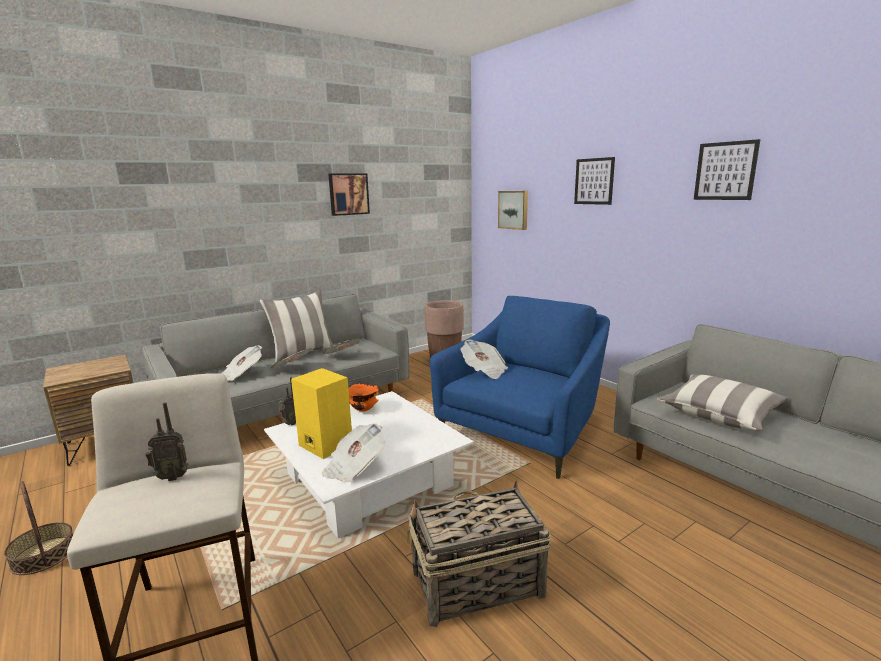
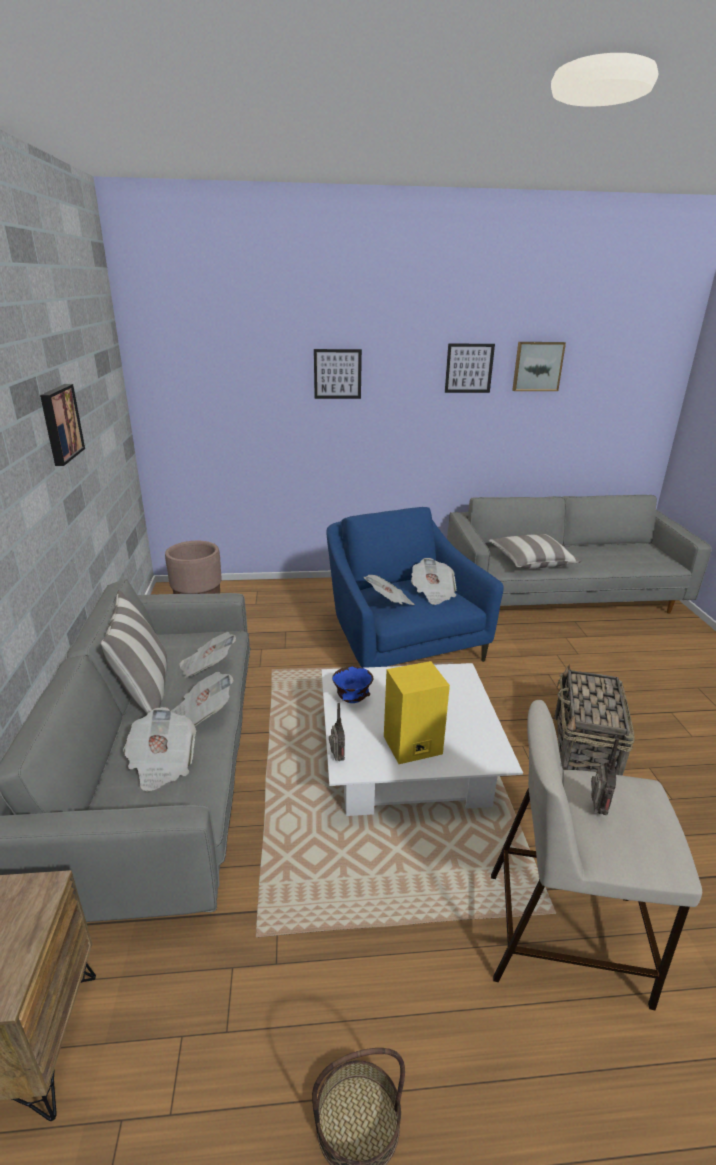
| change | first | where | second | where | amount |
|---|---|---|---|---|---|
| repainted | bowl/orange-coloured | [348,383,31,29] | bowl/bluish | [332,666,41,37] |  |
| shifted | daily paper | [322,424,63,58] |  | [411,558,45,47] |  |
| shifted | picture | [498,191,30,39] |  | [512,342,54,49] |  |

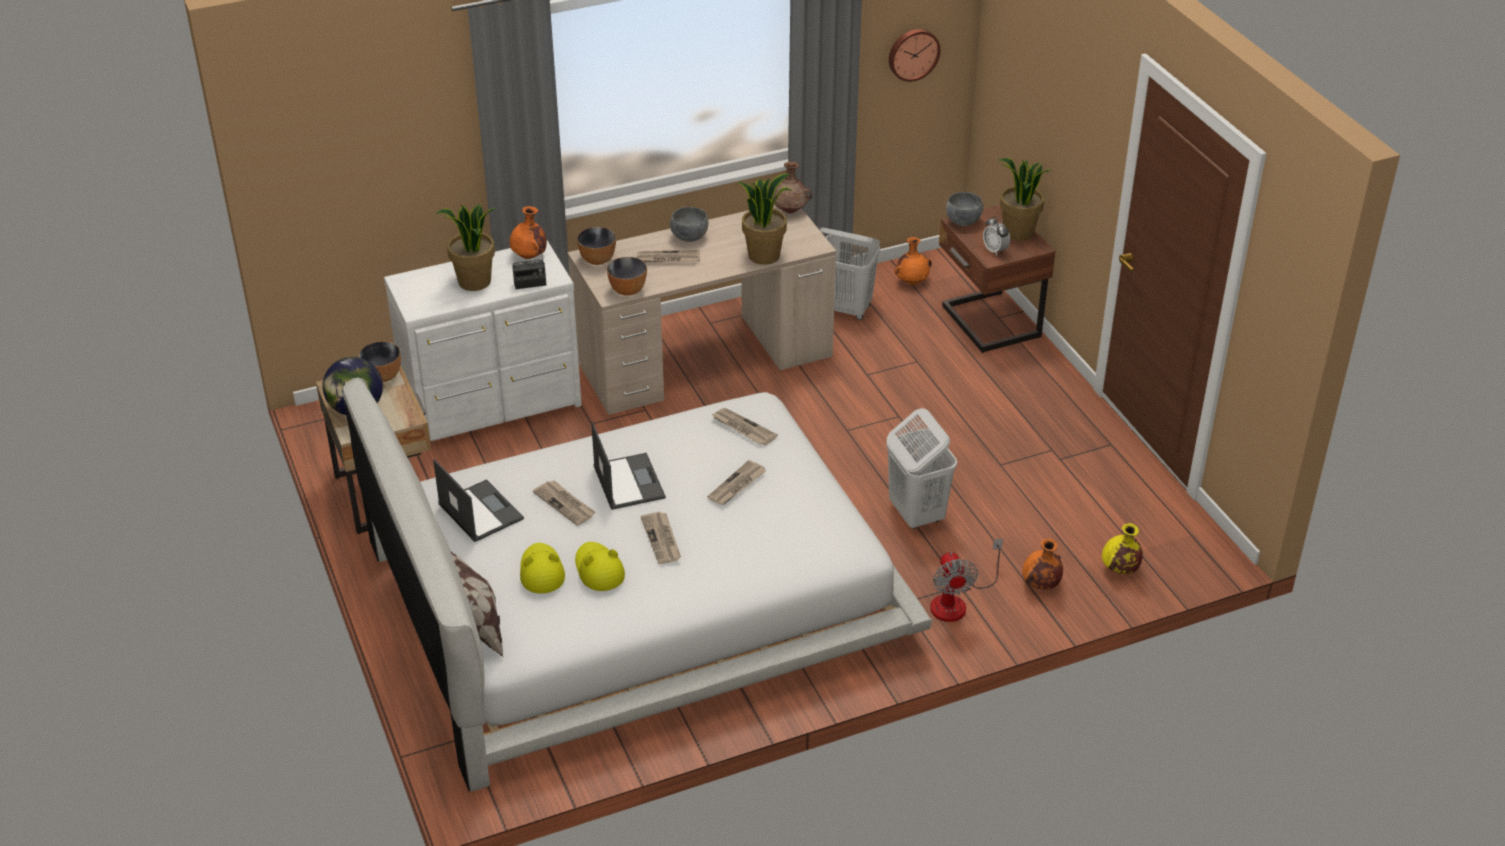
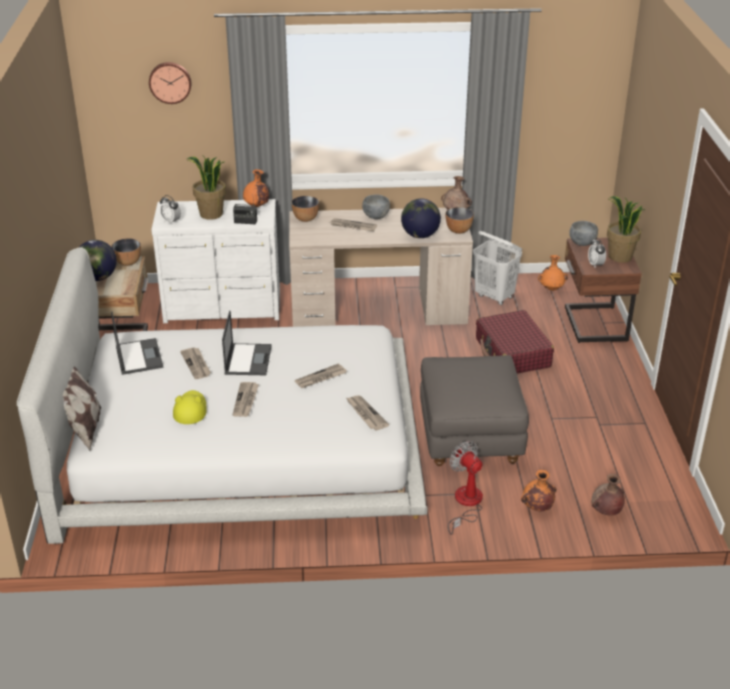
| change | first | where | second | where | amount |
|---|---|---|---|---|---|
| shifted | clock on the wall | [889,29,51,53] |  | [149,62,42,42] |  |
| new |  |  | alarm clock | [160,195,21,29] |  |
| shifted | daily paper | [712,408,66,37] |  | [346,395,43,35] |  |
| swapped | plant in a pot | [737,173,57,92] | desk globe | [401,198,40,40] |  |
| swapped | hamper/whitish | [887,408,70,121] | pouffe/gray | [420,355,109,111] |  |
| shifted | bowl | [607,257,40,39] |  | [446,207,28,27] |  |
| rotated | cooling fan | [930,538,73,84] |  | [448,441,35,94] | 135 degrees clockwise |
| new |  |  | suitcase/reddish | [476,310,78,64] |  |
| repainted | decorative vase/yellow | [1102,523,41,51] | decorative vase/brownish | [591,474,34,42] |  |
| gone | clothing hat/yellow | [520,543,45,51] |  |  |  |

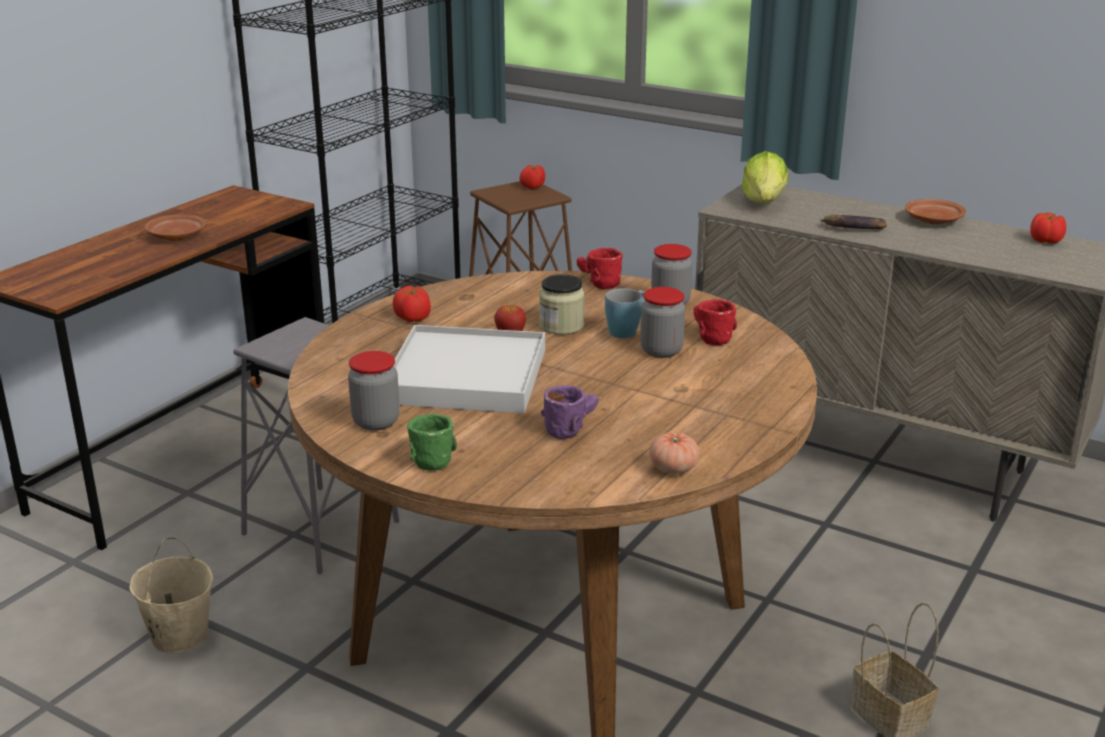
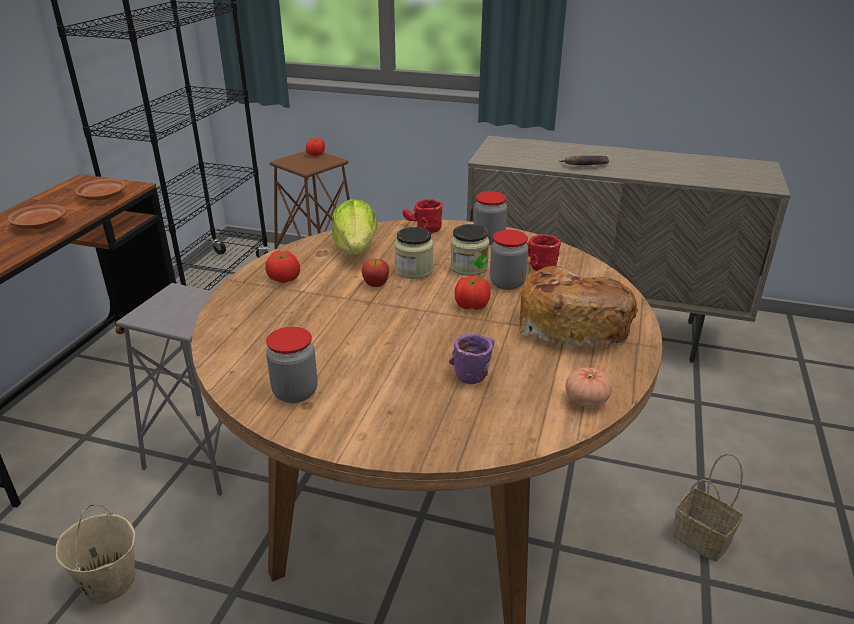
| change | first | where | second | where | amount |
|---|---|---|---|---|---|
| shifted | plate/brownish | [905,199,61,25] |  | [75,178,51,22] |  |
| shifted | lettuce | [742,151,47,52] |  | [332,199,45,56] |  |
| swapped | tea mug/bluish | [605,288,40,50] | jar | [450,224,39,52] |  |
| shifted | fresh tomato | [1030,212,36,32] |  | [455,276,36,34] |  |
| new |  |  | bread | [518,266,120,84] |  |
| gone | serving tray/whitish | [394,325,151,88] |  |  |  |
| gone | tea mug/greenish | [407,414,50,57] |  |  |  |

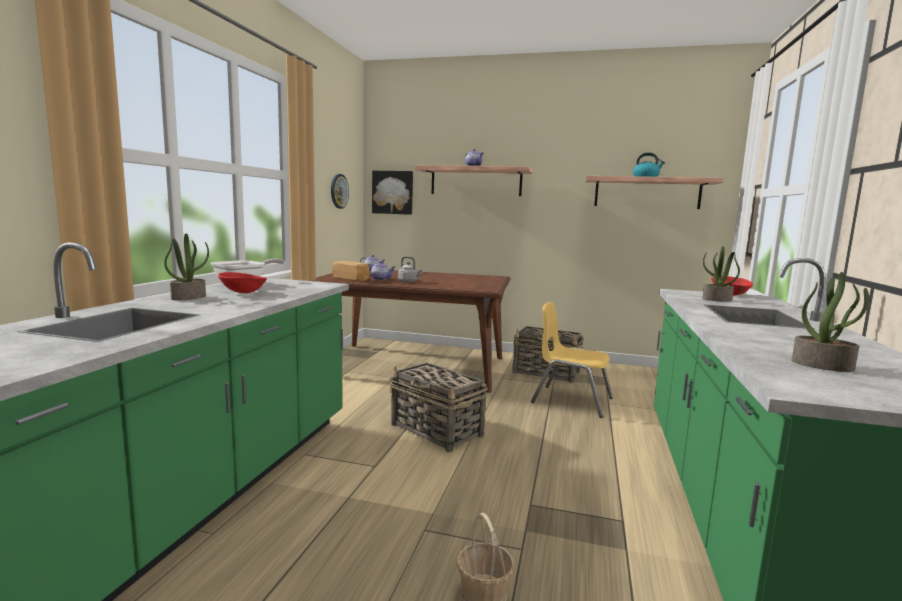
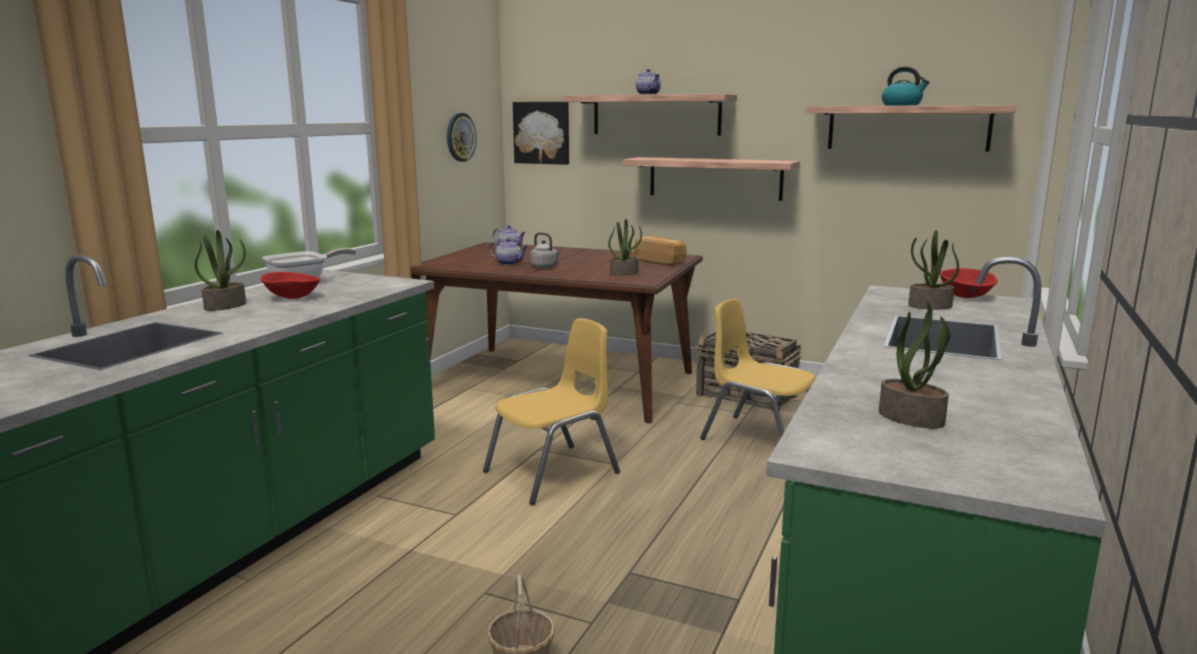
| change | first | where | second | where | amount |
|---|---|---|---|---|---|
| swapped | basket | [389,362,99,90] | chair/yellow | [483,318,137,187] |  |
| new |  |  | plant in a pot | [608,219,34,57] |  |
| new |  |  | wall shelf | [623,157,177,44] |  |
| shifted | bread | [332,261,38,21] |  | [634,237,53,29] |  |

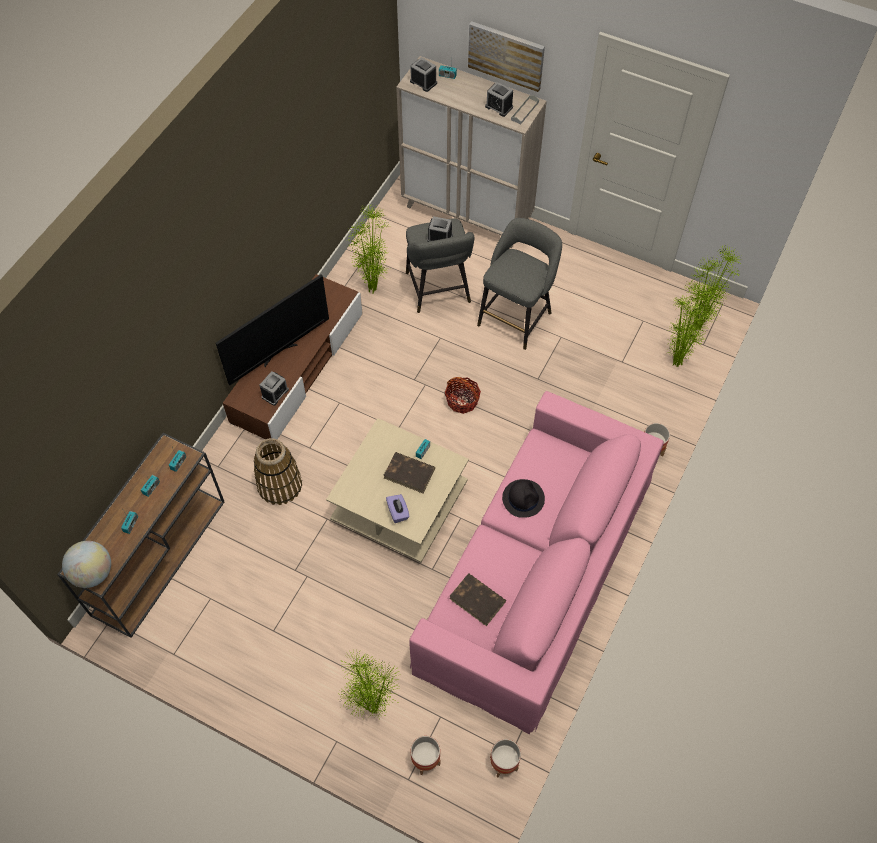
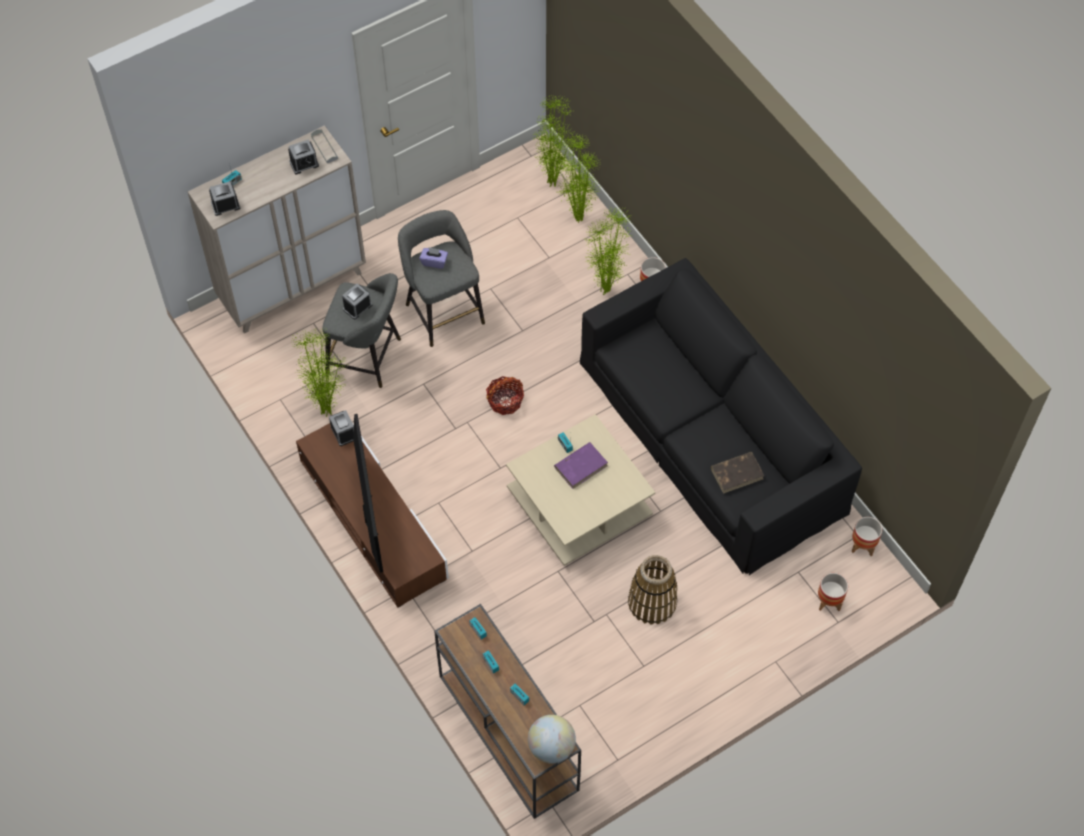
| change | first | where | second | where | amount |
|---|---|---|---|---|---|
| shifted | alarm clock | [260,371,29,35] |  | [329,410,25,36] |  |
| shifted | tissue box/purple | [386,494,24,29] |  | [419,247,29,22] |  |
| repainted | bound book/brownish | [384,452,51,41] | bound book/purple | [554,442,54,47] |  |
| repainted | couch/pinkish | [409,391,255,343] | couch/black-coloured | [580,258,282,317] |  |
| shifted | plant in a pot | [338,650,61,69] |  | [585,206,46,89] |  |
| shifted | basket | [254,438,48,67] |  | [628,555,49,70] |  |
| gone | picture | [468,21,77,71] |  |  |  |
| gone | clothing hat/black-coloured | [502,479,43,39] |  |  |  |

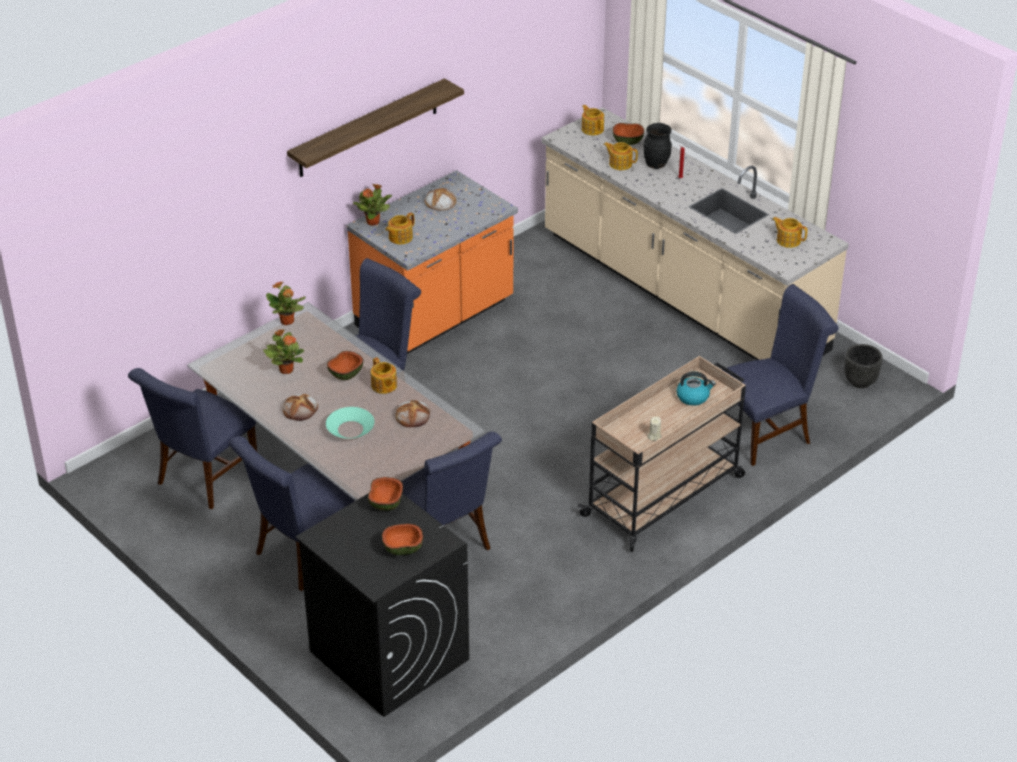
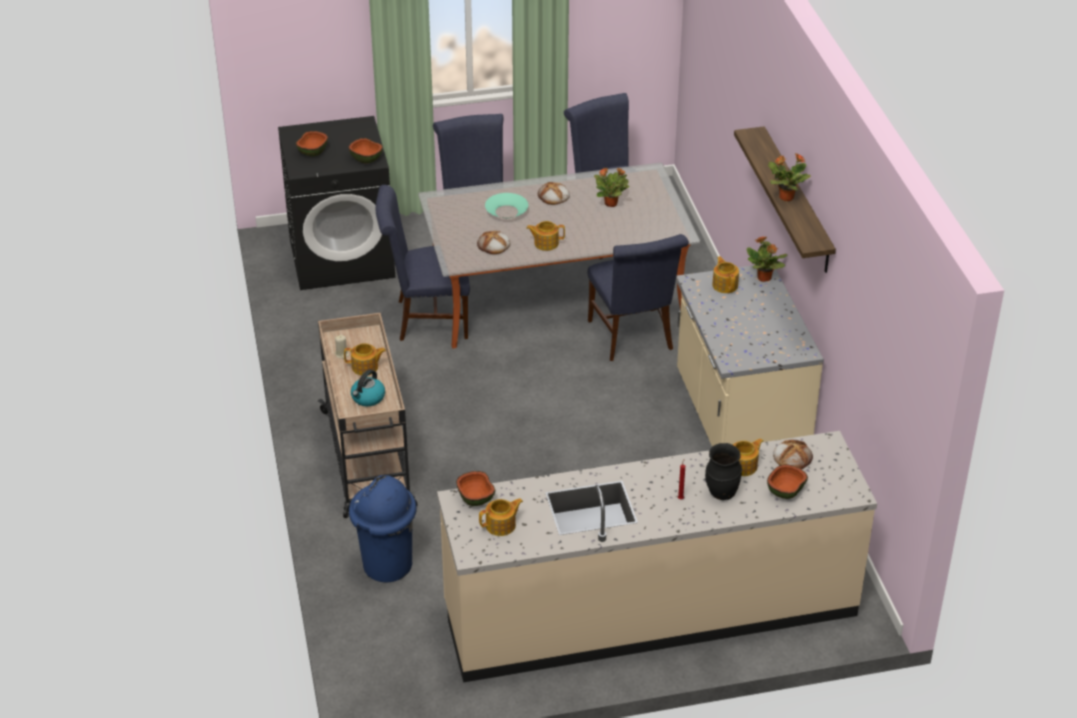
| change | first | where | second | where | amount |
|---|---|---|---|---|---|
| shifted | pot for tea | [582,105,22,30] |  | [344,343,42,32] |  |
| swapped | chair/bluish | [722,284,117,182] | waste bin/bluish | [349,475,68,108] |  |
| shifted | bowl | [327,351,36,29] |  | [456,471,39,35] |  |
| repainted | kitchen base unit/orange-coloured | [346,170,172,184] | kitchen base unit/beige | [676,265,148,181] |  |
| shifted | plant in a pot | [266,281,40,44] |  | [768,154,43,47] |  |
| shifted | bread | [425,188,31,23] |  | [773,439,40,30] |  |
| gone | flower pot/black-coloured | [844,344,38,44] |  |  |  |

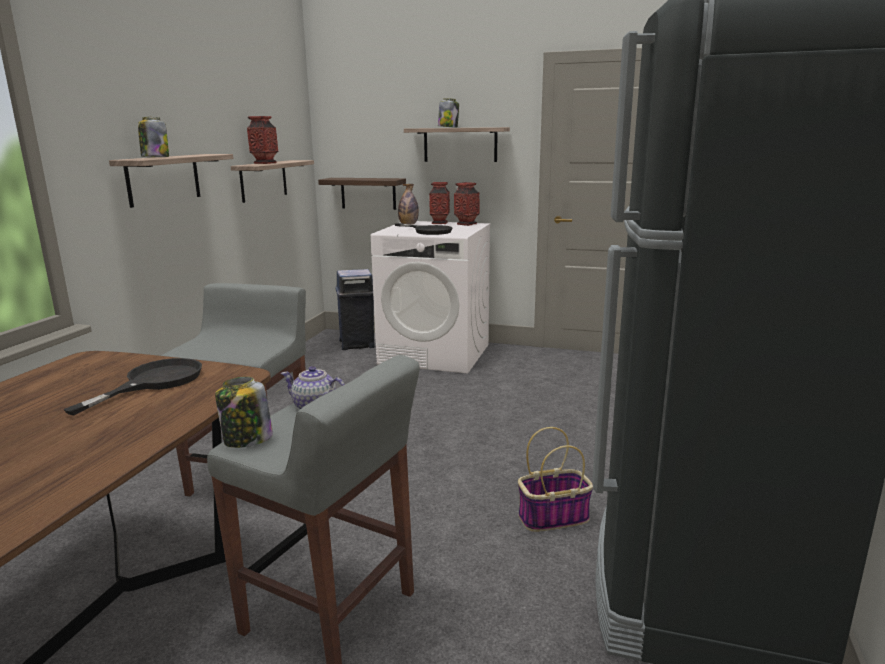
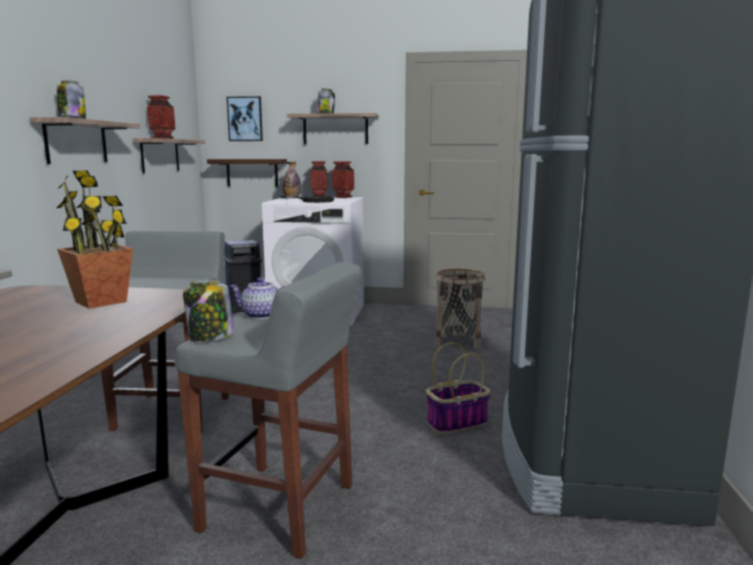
| change | first | where | second | where | amount |
|---|---|---|---|---|---|
| swapped | pan/black-coloured | [63,358,139,57] | plant in a pot | [56,170,77,139] |  |
| new |  |  | picture | [227,96,36,45] |  |
| new |  |  | basket | [435,269,50,80] |  |

